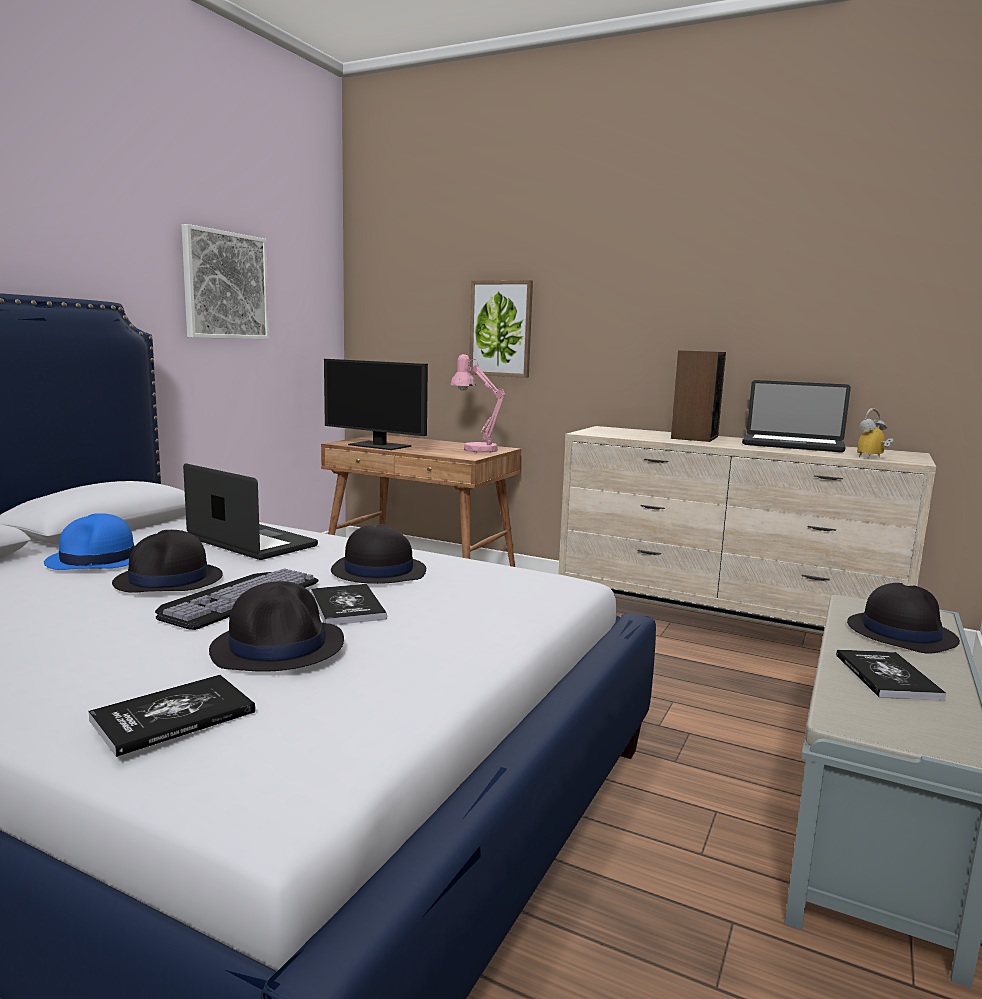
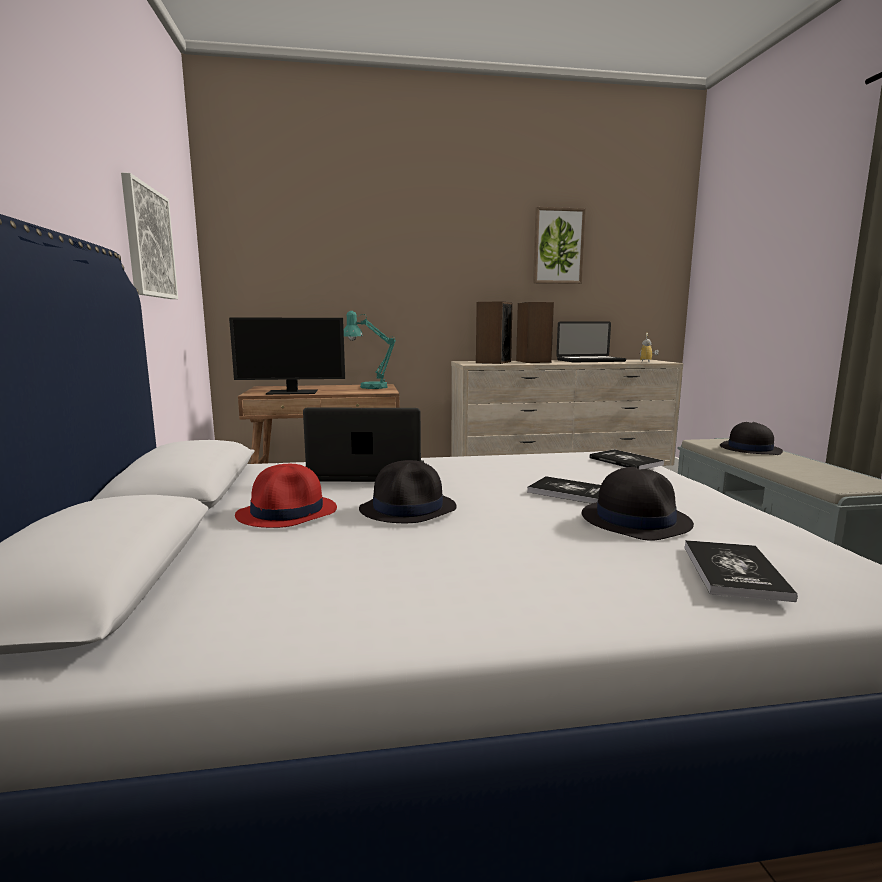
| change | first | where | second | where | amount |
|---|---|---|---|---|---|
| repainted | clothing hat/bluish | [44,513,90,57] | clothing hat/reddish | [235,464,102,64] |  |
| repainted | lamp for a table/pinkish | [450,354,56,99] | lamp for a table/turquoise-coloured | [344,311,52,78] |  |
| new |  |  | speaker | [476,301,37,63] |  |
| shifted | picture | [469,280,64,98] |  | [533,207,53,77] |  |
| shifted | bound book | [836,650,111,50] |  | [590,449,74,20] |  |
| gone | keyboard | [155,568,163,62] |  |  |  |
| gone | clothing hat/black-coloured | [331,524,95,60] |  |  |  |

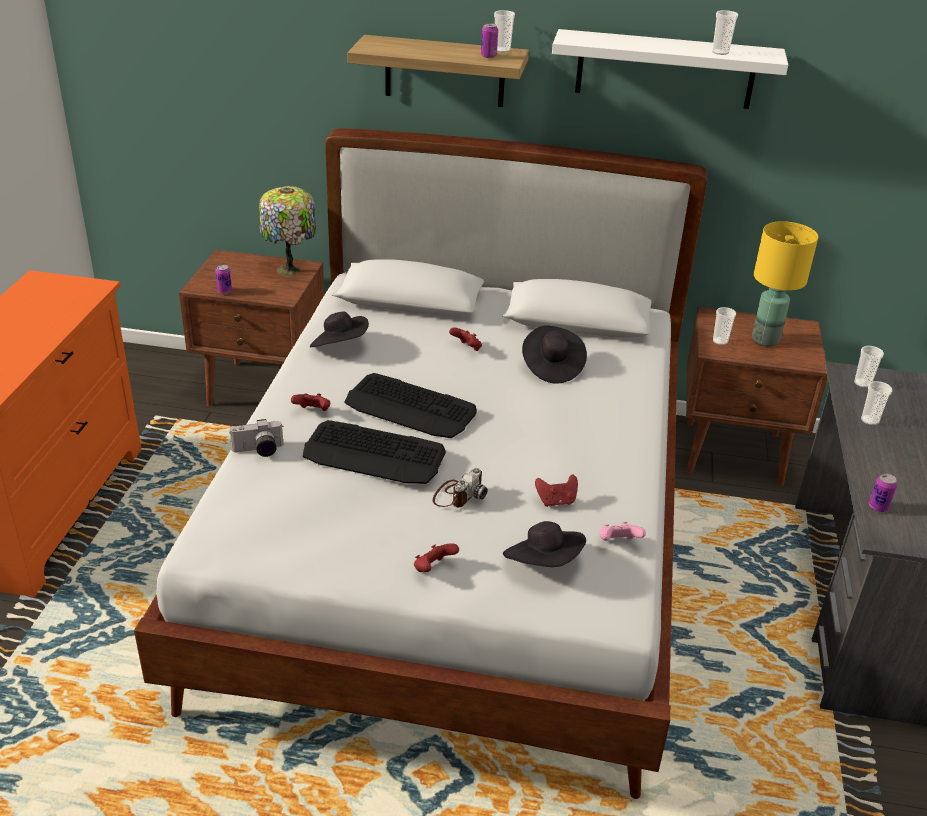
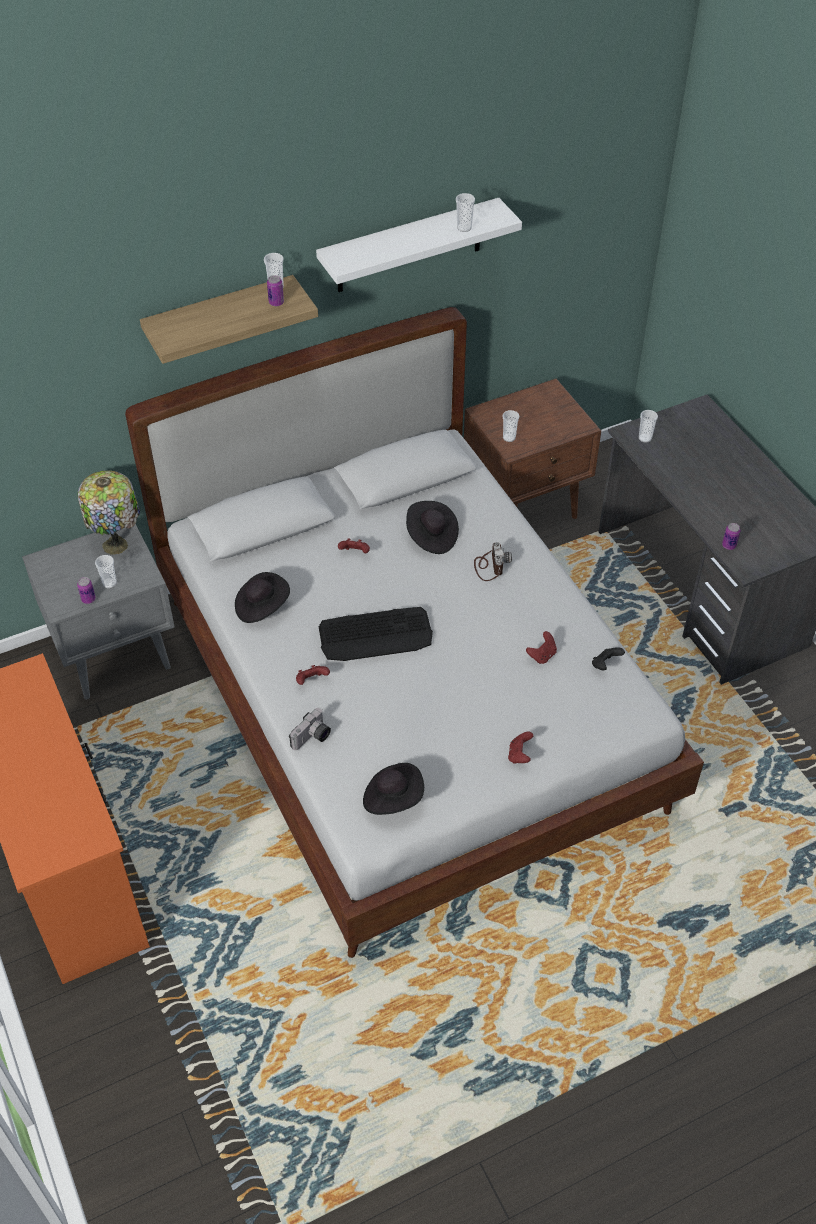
| change | first | where | second | where | amount |
|---|---|---|---|---|---|
| repainted | night table/brownish | [179,250,145,156] | night table/gray | [22,524,153,175] |  |
| shifted | small cup | [861,381,31,44] |  | [95,555,22,33] |  |
| shifted | clothing hat/black-coloured | [503,521,83,46] |  | [363,763,61,52] |  |
| shifted | still camera | [433,468,55,39] |  | [474,542,38,39] |  |
| repainted | game controller/pinkish | [600,522,46,19] | game controller/black-coloured | [592,647,33,23] |  |
| gone | keyboard | [303,420,143,64] |  |  |  |
| gone | lamp for a table/yellow | [752,221,66,126] |  |  |  |

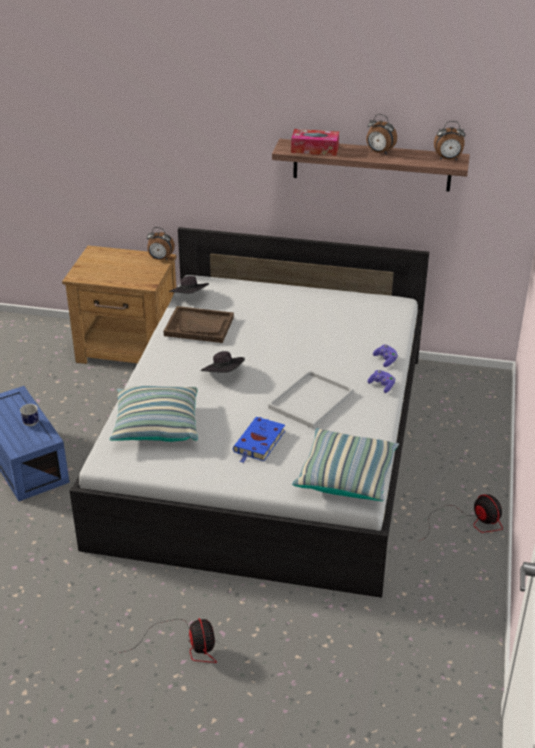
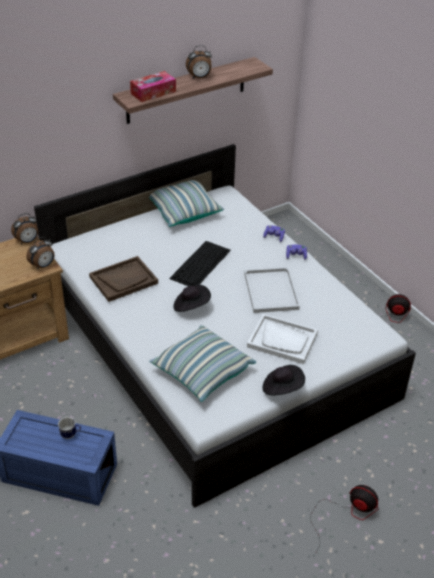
| change | first | where | second | where | amount |
|---|---|---|---|---|---|
| shifted | alarm clock | [434,121,31,39] |  | [26,237,29,32] |  |
| shifted | cushion | [292,428,107,73] |  | [149,180,75,47] |  |
| new |  |  | keyboard | [169,241,62,45] |  |
| swapped | bound book/bluish | [233,417,52,46] | serving tray/whitish | [247,314,71,50] |  |
| shifted | clothing hat/black-coloured | [169,276,40,18] |  | [263,365,42,31] |  |

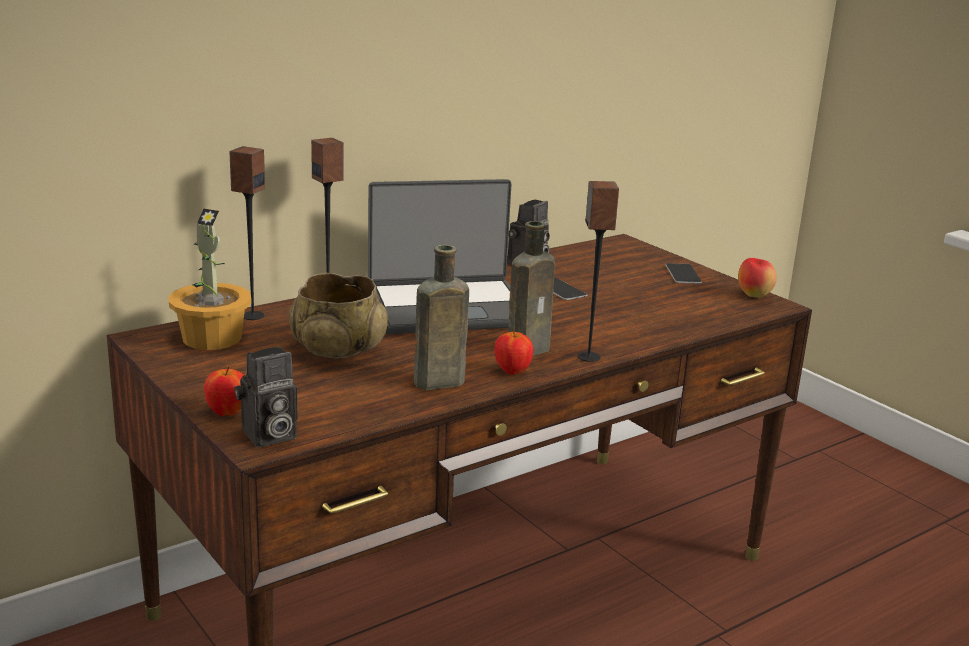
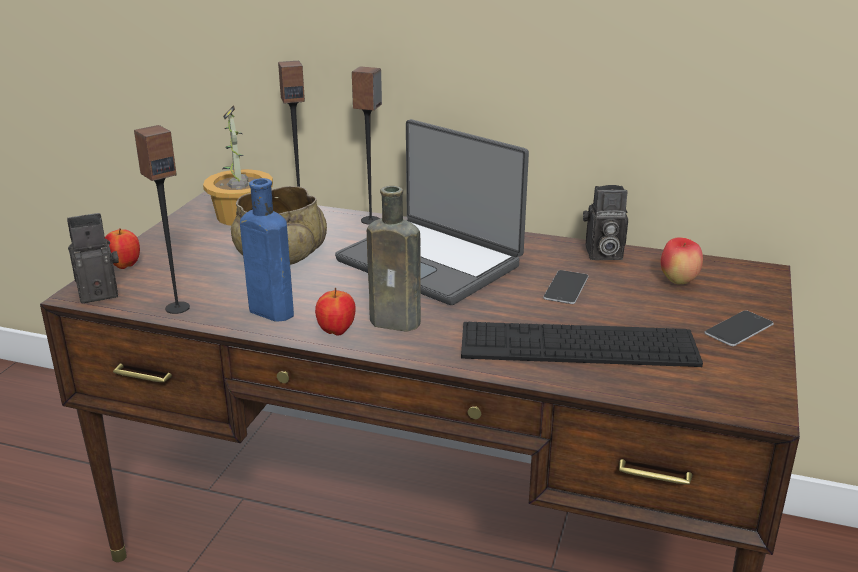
| change | first | where | second | where | amount |
|---|---|---|---|---|---|
| rotated | still camera | [234,347,64,100] |  | [67,213,52,90] | 135 degrees clockwise |
| shifted | speaker | [577,181,42,181] |  | [134,125,56,189] |  |
| repainted | drink bottle/brownish | [414,244,55,146] | drink bottle/bluish | [240,178,54,144] |  |
| new |  |  | keyboard | [461,321,242,46] |  |
| shifted | whole apple | [738,258,39,40] |  | [661,237,42,47] |  |

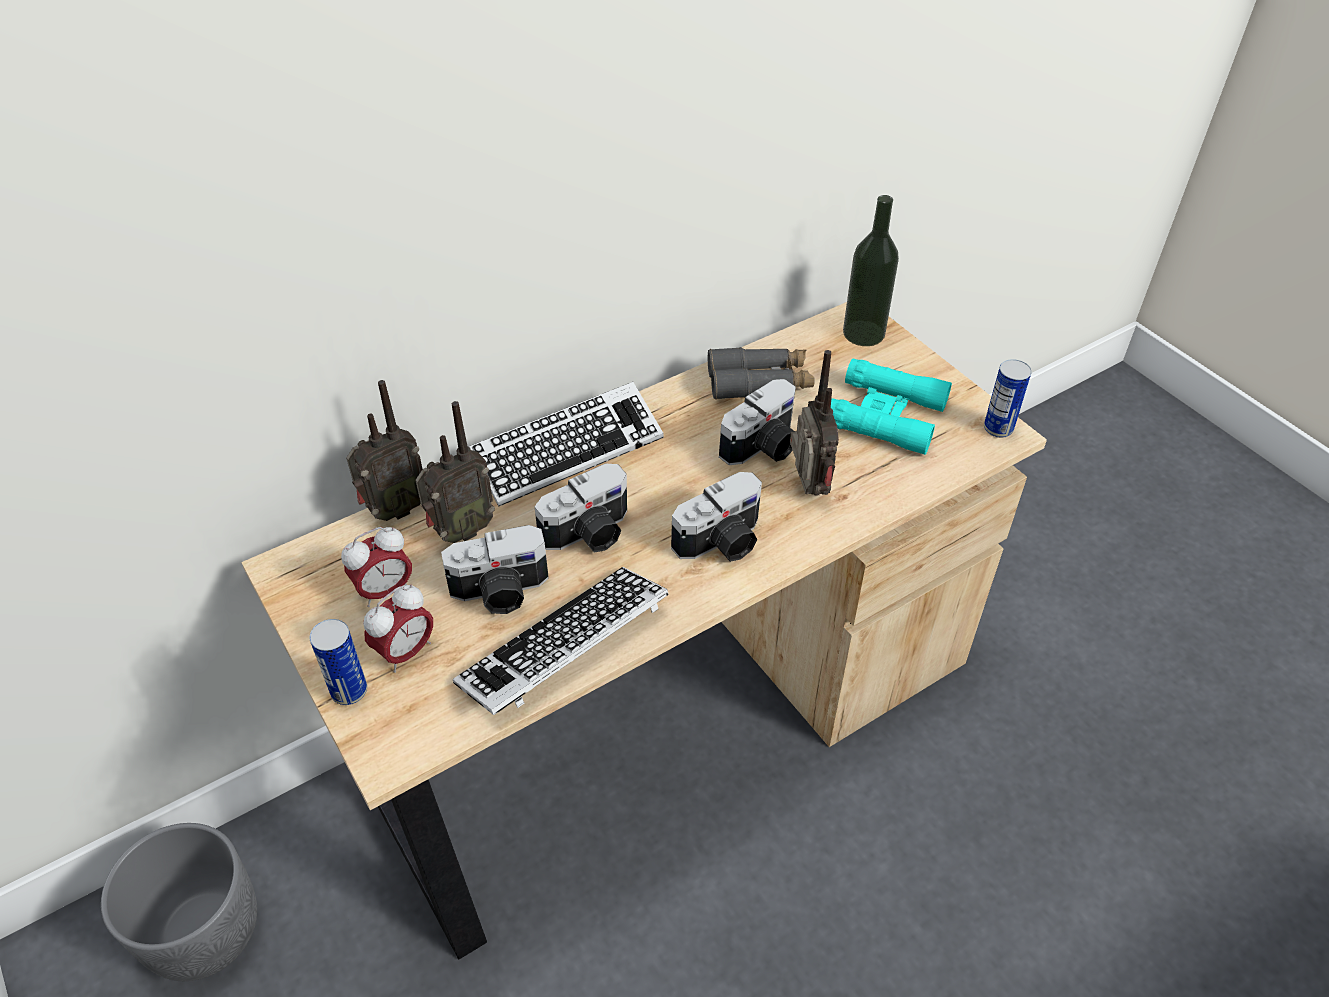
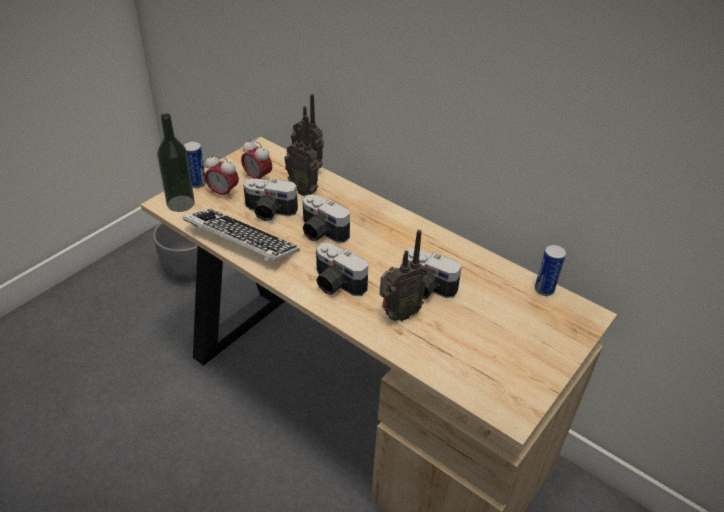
| change | first | where | second | where | amount |
|---|---|---|---|---|---|
| shifted | drink bottle | [843,195,56,151] |  | [157,113,38,99] |  |
| rotated | still camera | [441,525,108,89] |  | [243,178,55,43] | 45 degrees counterclockwise |
| shifted | can | [984,359,47,79] |  | [535,244,31,52] |  |
| gone | keyboard | [468,382,196,125] |  |  |  |
| gone | field glasses/gray | [708,347,107,53] |  |  |  |
| gone | field glasses/turquoise-coloured | [831,358,121,97] |  |  |  |

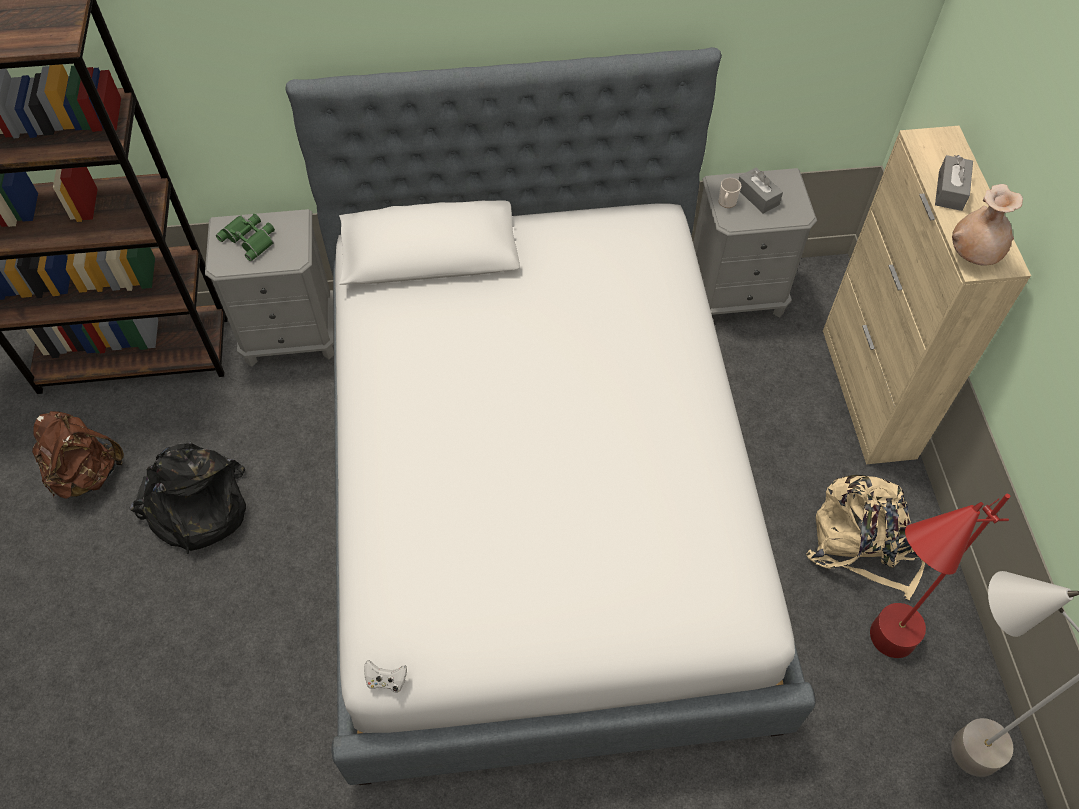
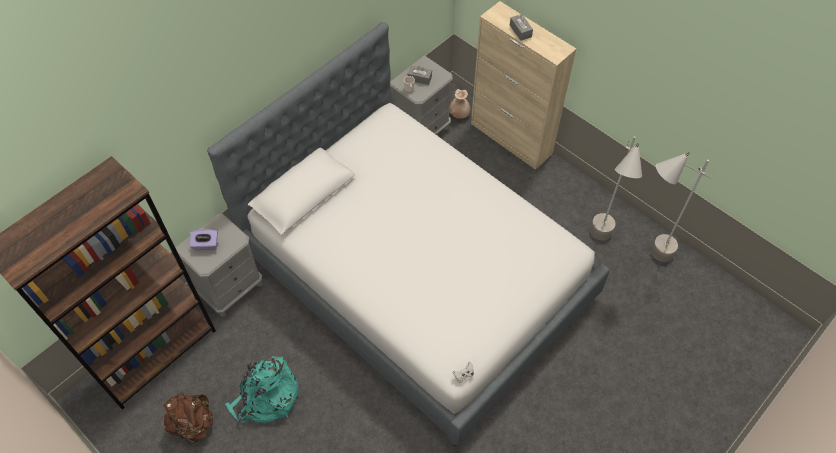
| change | first | where | second | where | amount |
|---|---|---|---|---|---|
| swapped | field glasses/greenish | [216,214,59,47] | tissue box/purple | [190,229,28,21] |  |
| repainted | rucksack/black-coloured | [130,442,116,112] | rucksack/turquoise-coloured | [225,356,74,67] |  |
| shifted | decorative vase/beige | [952,184,71,82] |  | [449,89,21,30] |  |
| repainted | standing lamp/reddish | [870,494,140,164] | standing lamp/gray | [590,136,52,104] |  |
| gone | rucksack/beige | [806,475,119,126] |  |  |  |

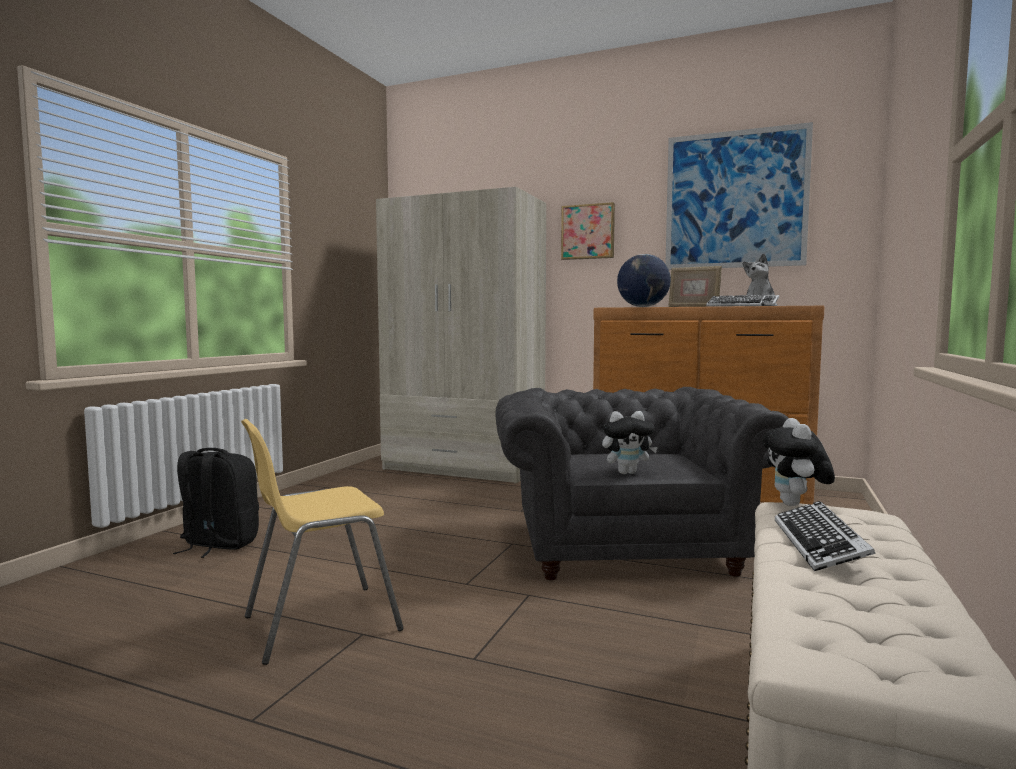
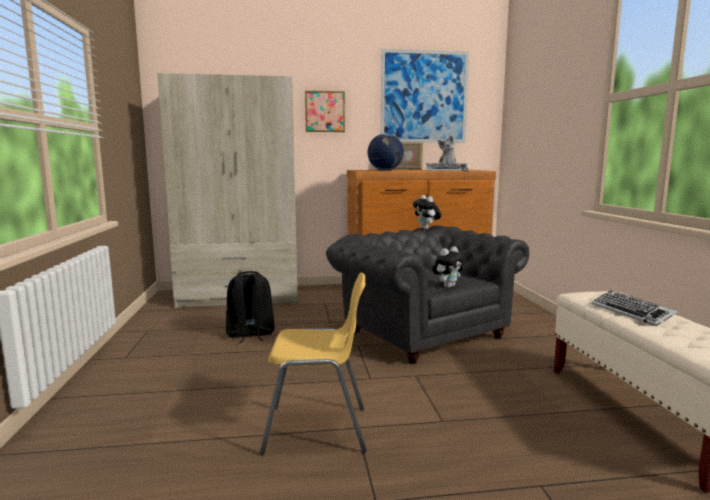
| change | first | where | second | where | amount |
|---|---|---|---|---|---|
| shifted | rucksack/black-coloured | [173,448,86,110] |  | [226,271,49,72] |  |
| rotated | chair/yellow | [241,419,163,246] |  | [260,273,107,182] | 120 degrees counterclockwise |
| shifted | soft toy | [762,418,73,88] |  | [413,195,28,34] |  |

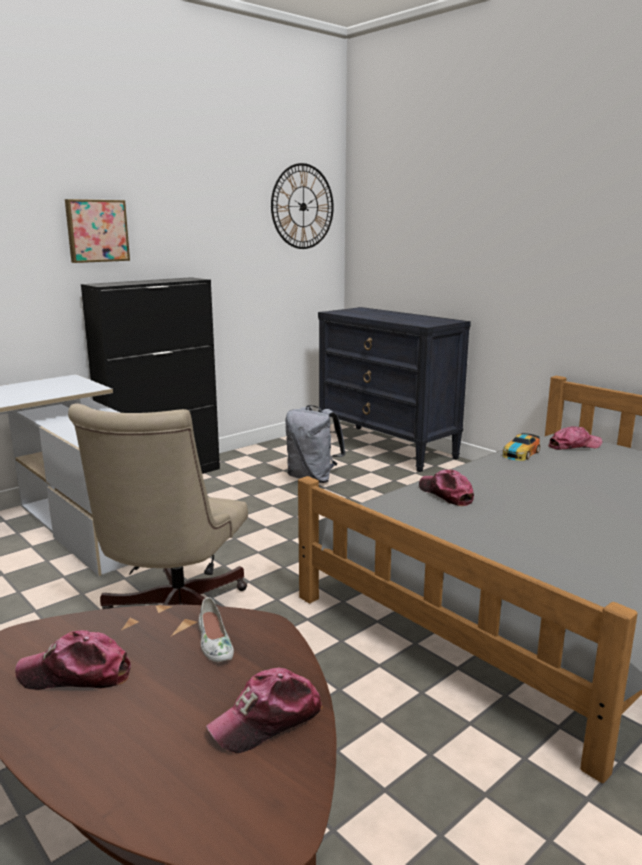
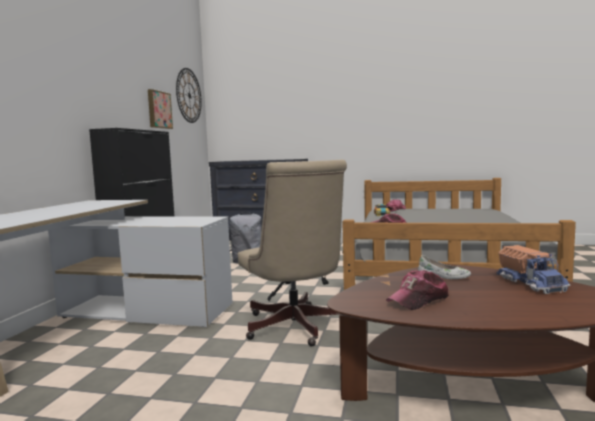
| change | first | where | second | where | amount |
|---|---|---|---|---|---|
| shifted | picture | [65,199,65,64] |  | [148,89,25,40] |  |
| swapped | peaked cap | [206,668,117,85] | toy truck | [497,245,73,49] |  |

